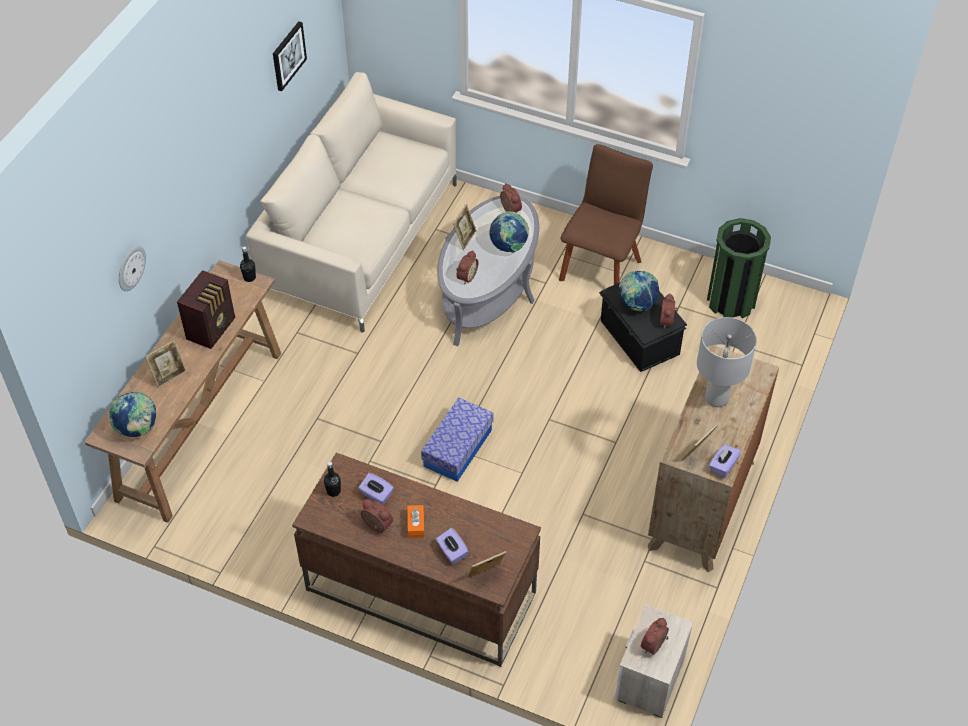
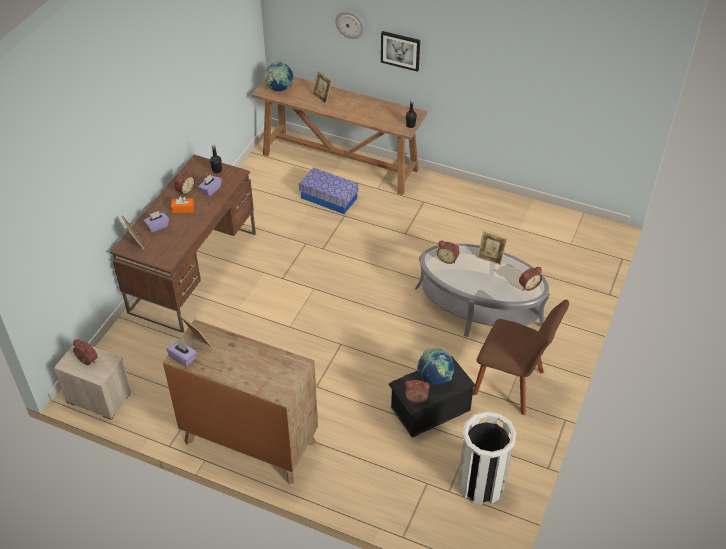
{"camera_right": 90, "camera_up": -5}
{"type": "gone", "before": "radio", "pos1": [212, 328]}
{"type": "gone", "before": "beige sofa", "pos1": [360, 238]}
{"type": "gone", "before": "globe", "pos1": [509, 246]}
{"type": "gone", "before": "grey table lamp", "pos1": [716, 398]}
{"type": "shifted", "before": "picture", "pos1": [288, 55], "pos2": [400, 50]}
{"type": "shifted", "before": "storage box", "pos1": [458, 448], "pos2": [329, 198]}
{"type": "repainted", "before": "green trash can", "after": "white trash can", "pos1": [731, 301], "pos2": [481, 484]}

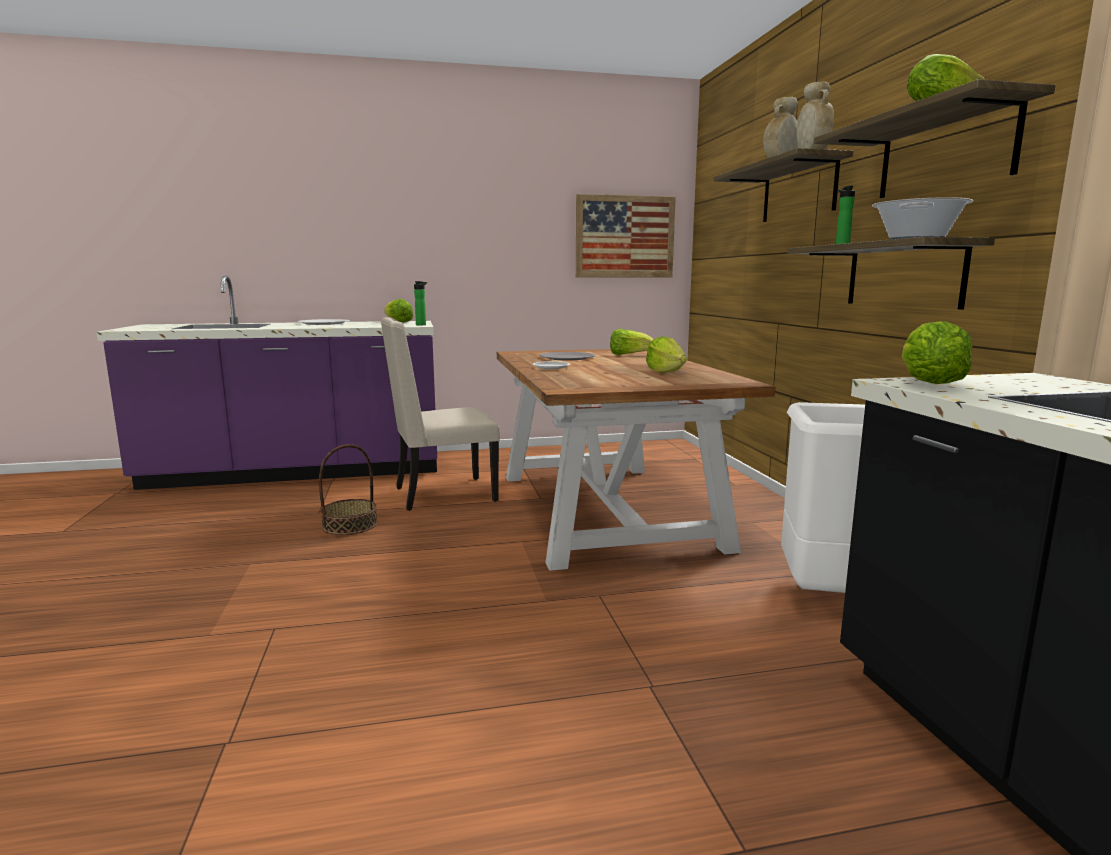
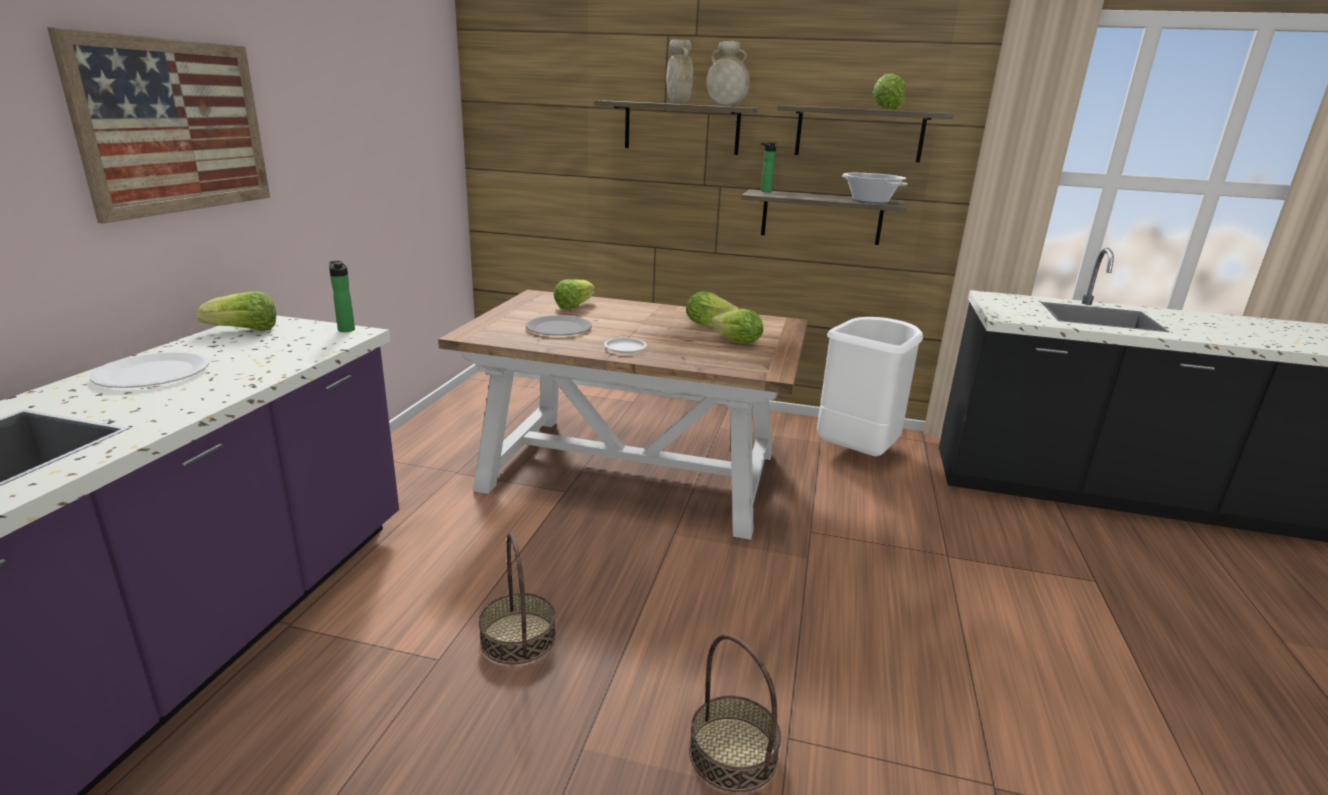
{"camera_right": -65, "camera_up": 10}
{"type": "gone", "before": "beige chair", "pos1": [442, 494]}
{"type": "new", "after": "basket", "pos2": [732, 753]}
{"type": "shifted", "before": "picture", "pos1": [625, 237], "pos2": [174, 126]}
{"type": "shifted", "before": "lettuce", "pos1": [929, 383], "pos2": [737, 342]}

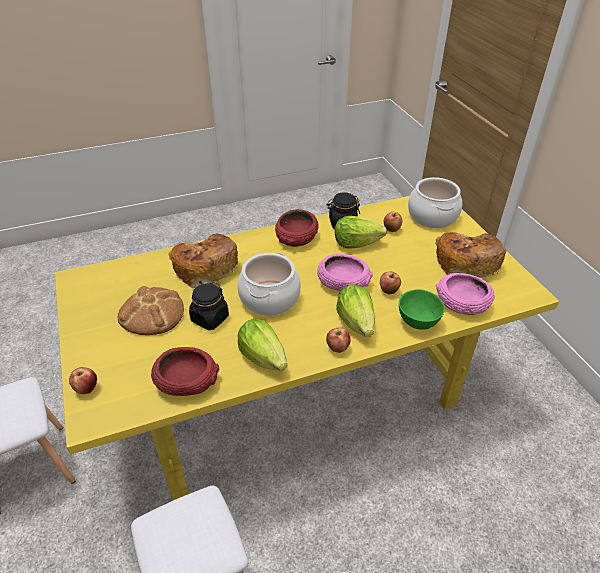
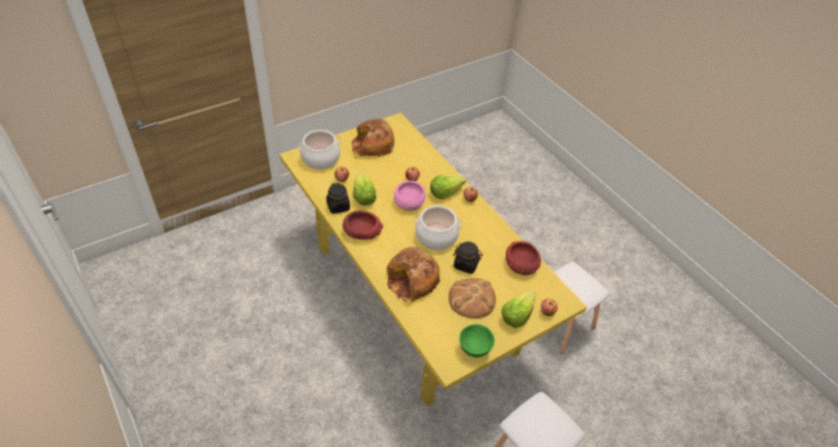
{"camera_right": -105, "camera_up": 5}
{"type": "gone", "before": "pink bowl", "pos1": [462, 303]}
{"type": "shifted", "before": "lettuce", "pos1": [263, 357], "pos2": [516, 316]}
{"type": "shifted", "before": "green bowl", "pos1": [417, 321], "pos2": [474, 349]}

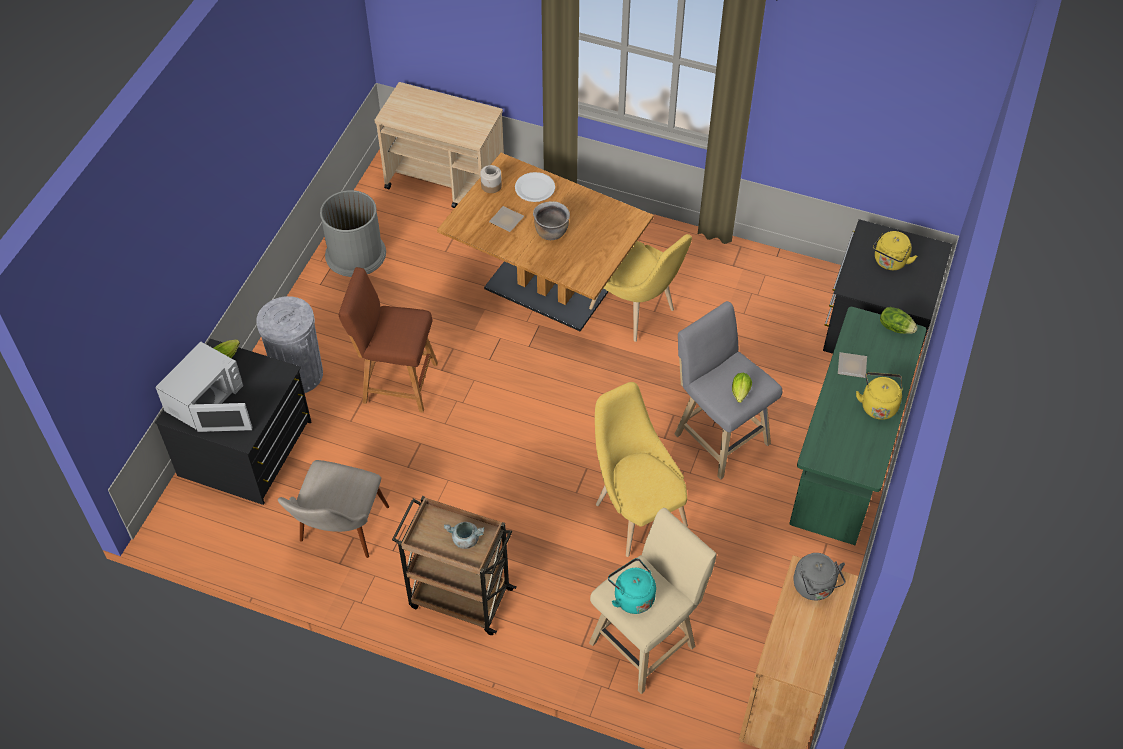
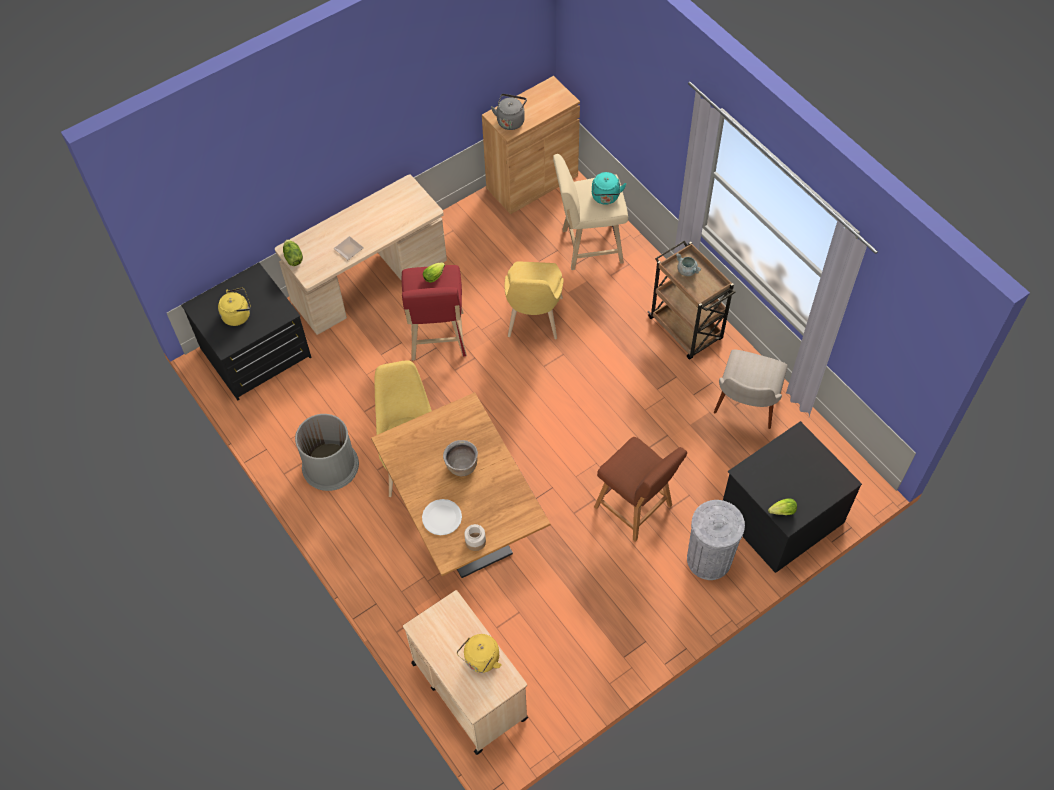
{"camera_right": -145, "camera_up": 5}
{"type": "gone", "before": "white microwave", "pos1": [205, 401]}
{"type": "gone", "before": "plate", "pos1": [506, 221]}
{"type": "shifted", "before": "grey trash can", "pos1": [355, 253], "pos2": [330, 465]}
{"type": "shifted", "before": "yellow kettle", "pos1": [878, 405], "pos2": [481, 660]}
{"type": "repainted", "before": "grey stool", "after": "red stool", "pos1": [718, 435], "pos2": [437, 339]}
{"type": "repainted", "before": "green desk", "after": "beige desk", "pos1": [846, 456], "pos2": [369, 282]}
{"type": "rotated", "before": "beige chair", "pos1": [339, 536], "pos2": [744, 411], "turn": 150}

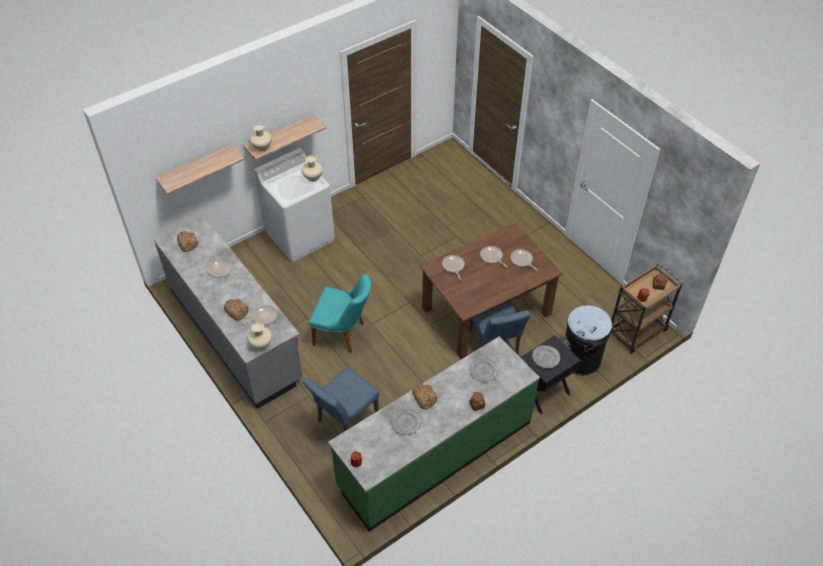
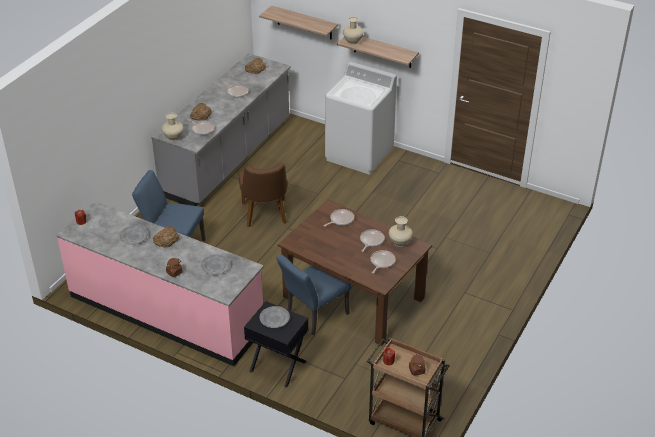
{"camera_right": 65, "camera_up": -10}
{"type": "gone", "before": "black trash can", "pos1": [581, 359]}
{"type": "shifted", "before": "beige vase", "pos1": [313, 178], "pos2": [400, 243]}
{"type": "repainted", "before": "turquoise chair", "after": "brown chair", "pos1": [344, 334], "pos2": [265, 216]}
{"type": "repainted", "before": "green counter", "after": "pink counter", "pos1": [434, 453], "pos2": [166, 311]}

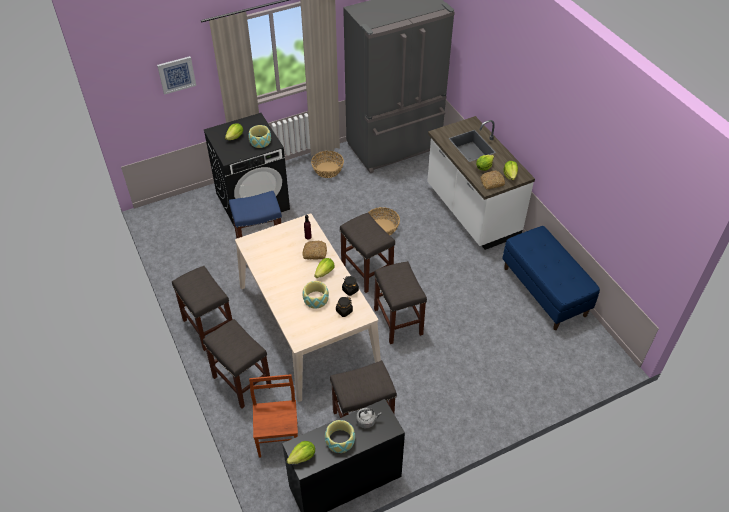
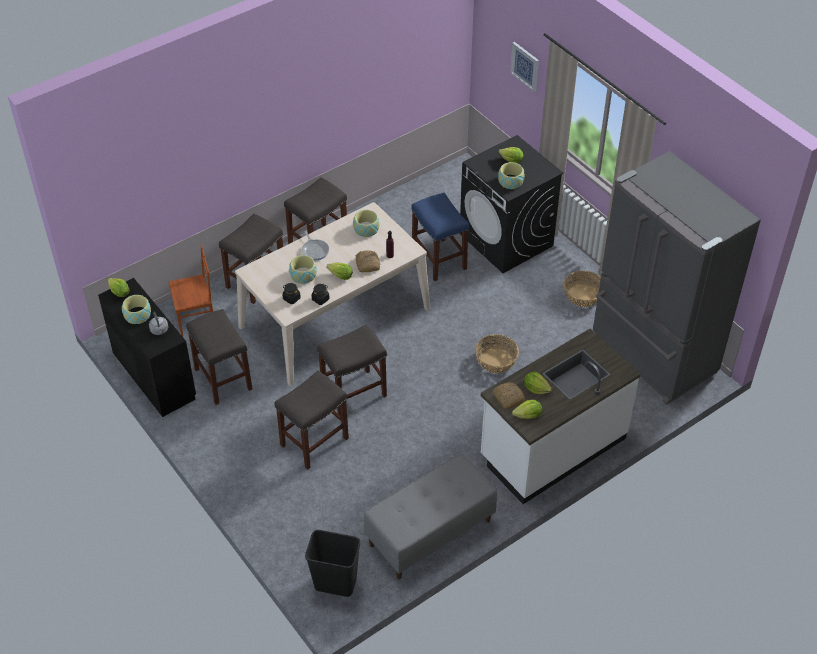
{"camera_right": 80, "camera_up": 0}
{"type": "new", "after": "frying pan", "pos2": [315, 250]}
{"type": "new", "after": "black trash can", "pos2": [335, 584]}
{"type": "new", "after": "bowl", "pos2": [366, 229]}
{"type": "shifted", "before": "grey stool", "pos1": [367, 272], "pos2": [314, 443]}
{"type": "repainted", "before": "blue bench", "after": "grey bench", "pos1": [545, 291], "pos2": [430, 533]}

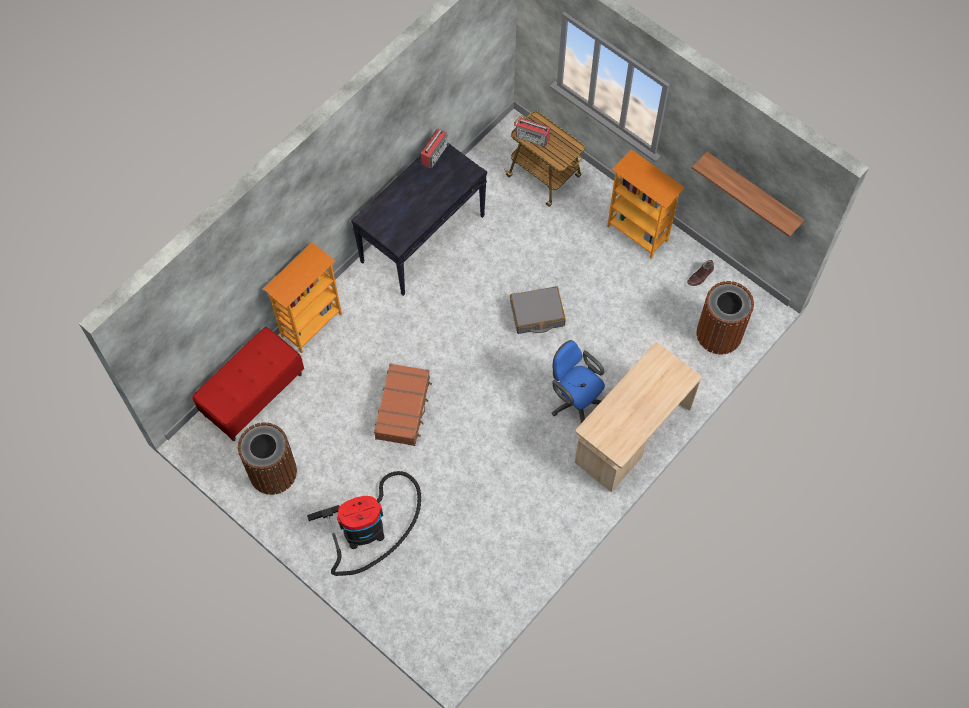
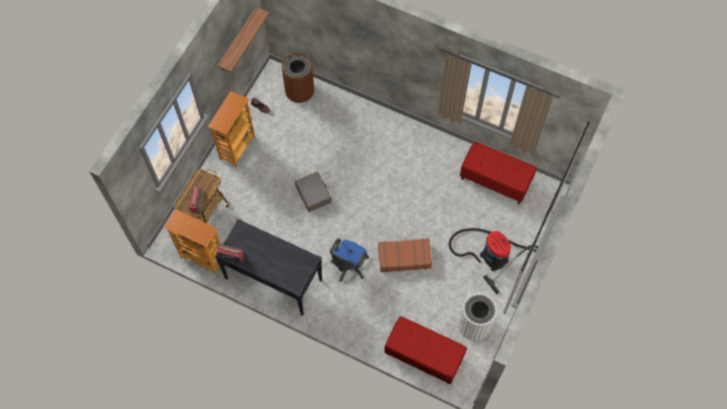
{"camera_right": -105, "camera_up": 0}
{"type": "gone", "before": "beige desk", "pos1": [632, 434]}
{"type": "new", "after": "red bench", "pos2": [495, 180]}
{"type": "shifted", "before": "bookcase", "pos1": [311, 324], "pos2": [202, 258]}
{"type": "shifted", "before": "blue office chair", "pos1": [575, 400], "pos2": [348, 267]}
{"type": "repainted", "before": "brown trash can", "after": "white trash can", "pos1": [272, 472], "pos2": [474, 325]}

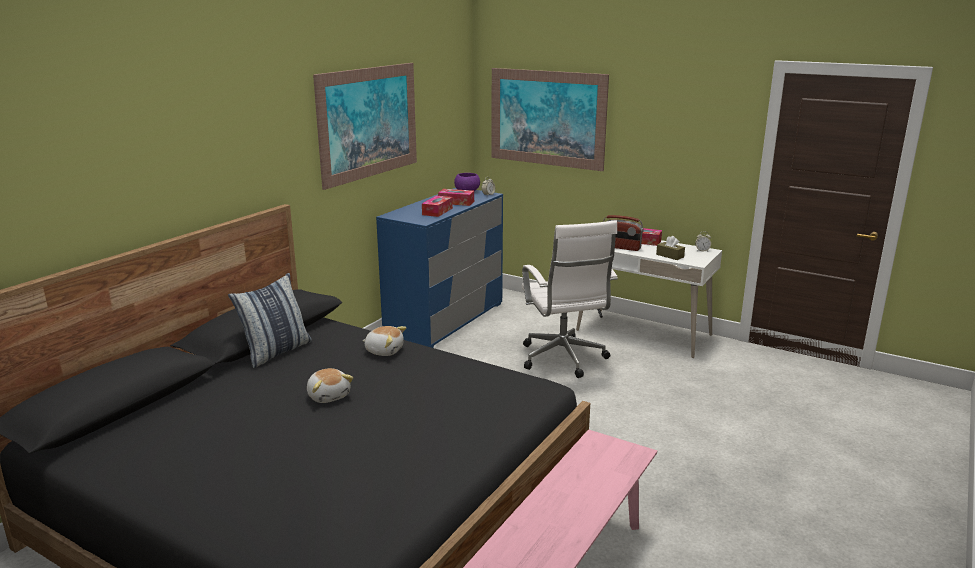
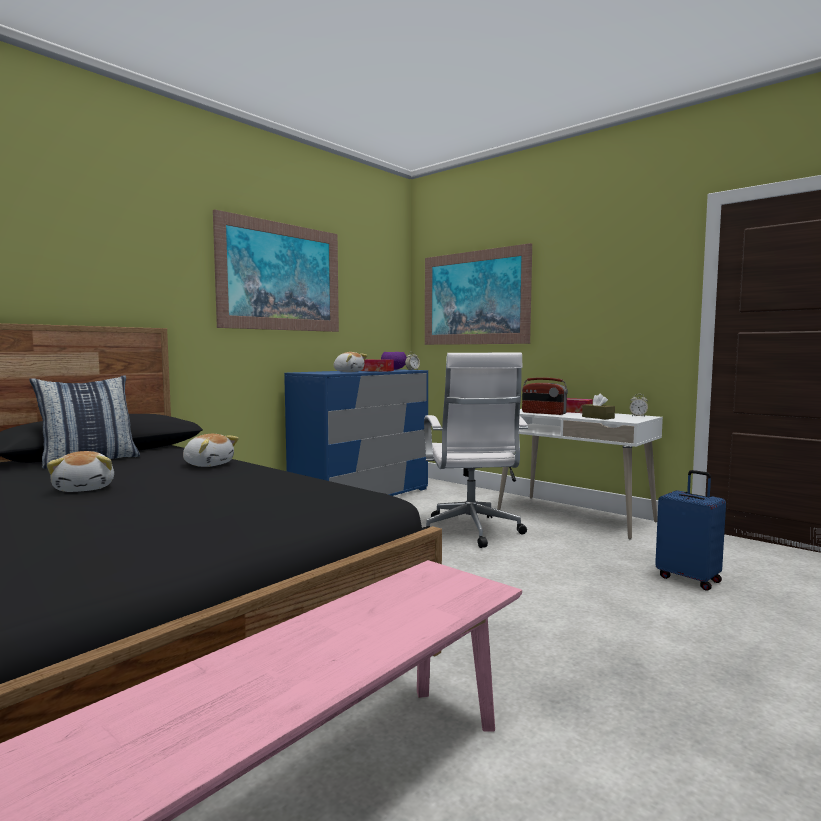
{"camera_right": 10, "camera_up": -15}
{"type": "new", "after": "blue suitcase", "pos2": [689, 579]}
{"type": "swapped", "before": "tissue box", "after": "plush toy", "pos1": [437, 211], "pos2": [349, 372]}

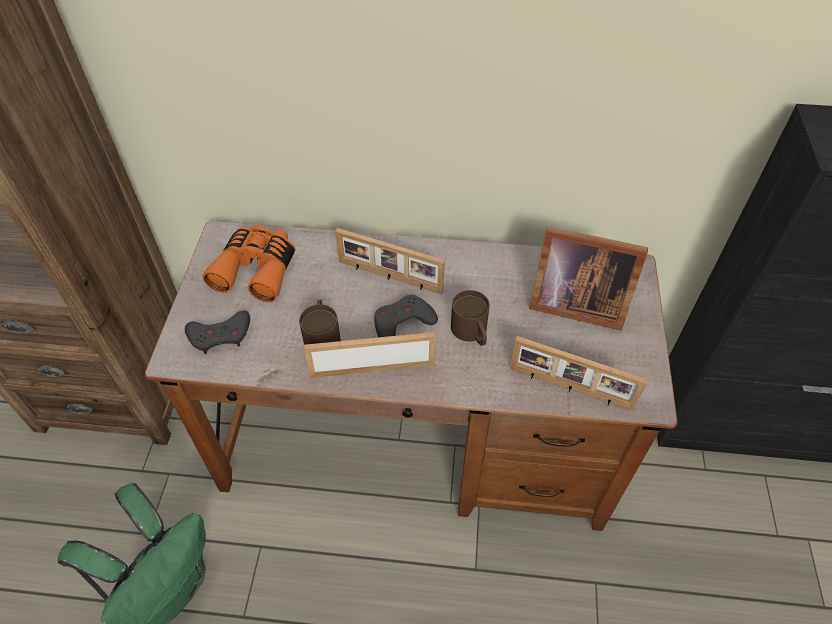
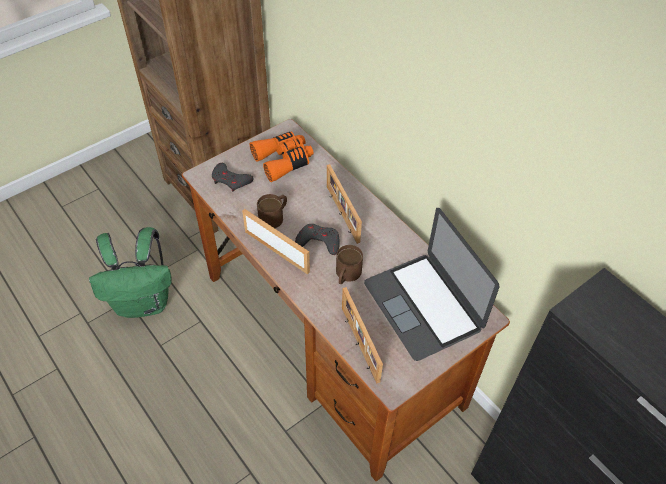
{"camera_right": 45, "camera_up": 0}
{"type": "swapped", "before": "picture frame", "after": "laptop", "pos1": [574, 302], "pos2": [423, 305]}

